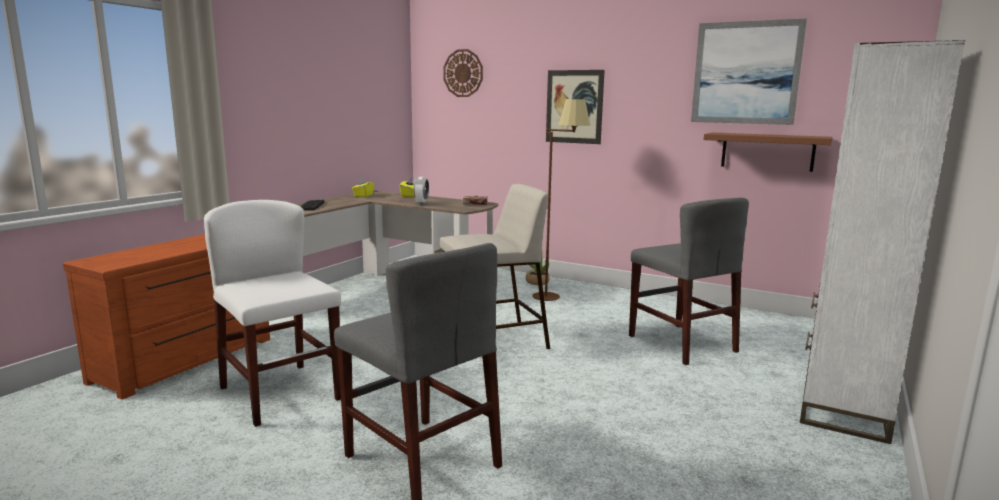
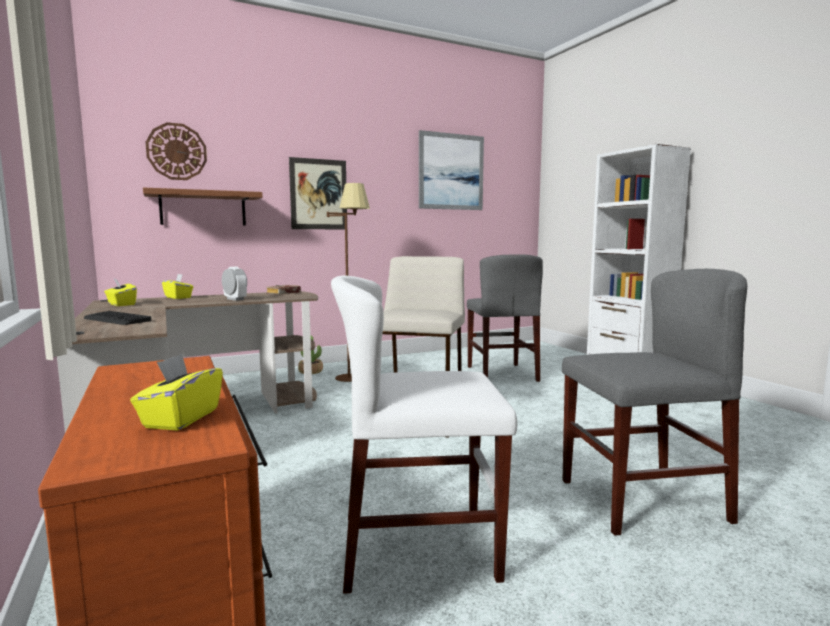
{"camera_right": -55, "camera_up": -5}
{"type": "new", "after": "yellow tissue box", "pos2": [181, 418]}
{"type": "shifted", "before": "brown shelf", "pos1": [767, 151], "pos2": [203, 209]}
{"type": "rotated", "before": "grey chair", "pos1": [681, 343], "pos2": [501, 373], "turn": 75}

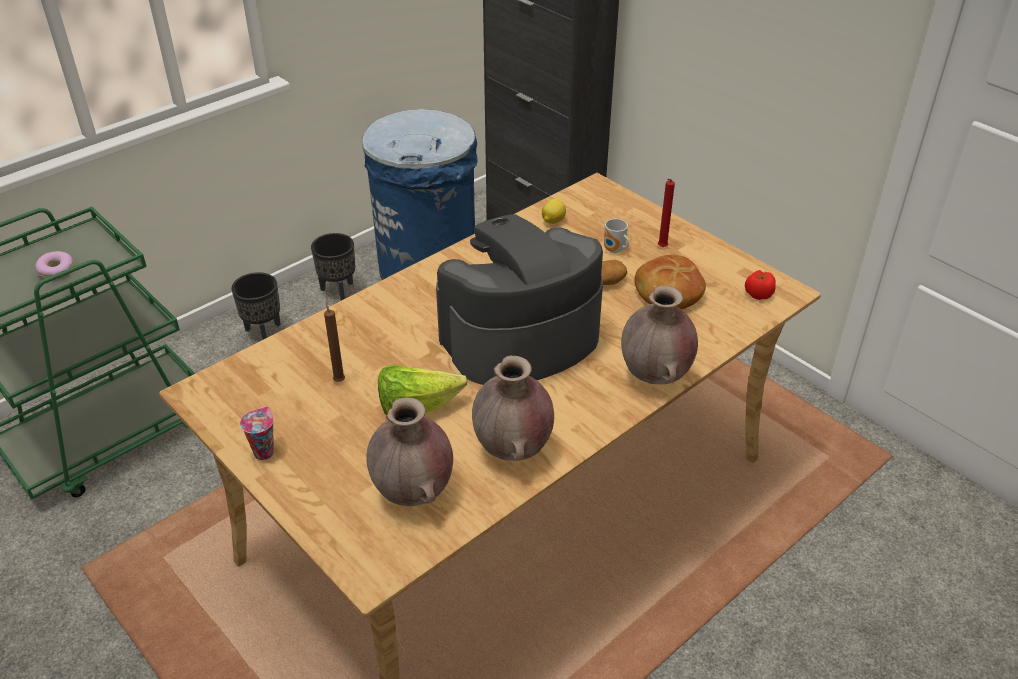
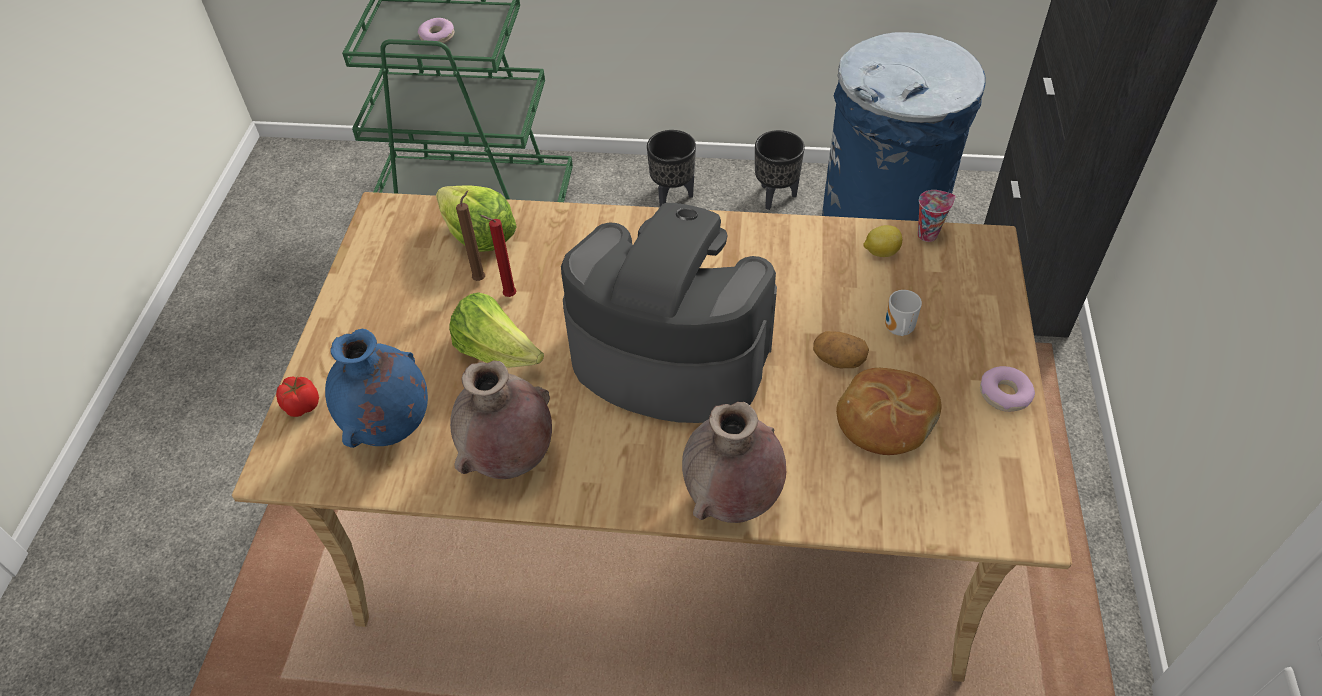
{"camera_right": 50, "camera_up": 10}
{"type": "new", "after": "lettuce", "pos2": [479, 235]}
{"type": "new", "after": "donut", "pos2": [1004, 394]}
{"type": "shifted", "before": "cup", "pos1": [264, 451], "pos2": [928, 234]}
{"type": "shifted", "before": "red candle", "pos1": [661, 248], "pos2": [508, 296]}
{"type": "shifted", "before": "tomato", "pos1": [758, 294], "pos2": [302, 405]}
{"type": "repainted", "before": "brown vase", "after": "blue vase", "pos1": [413, 493], "pos2": [390, 428]}

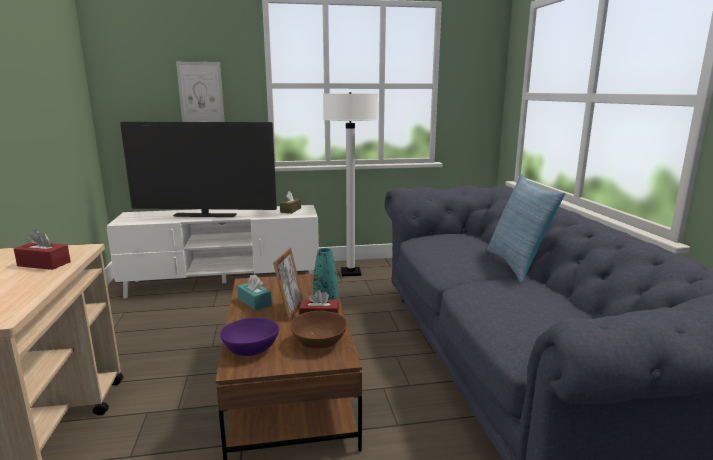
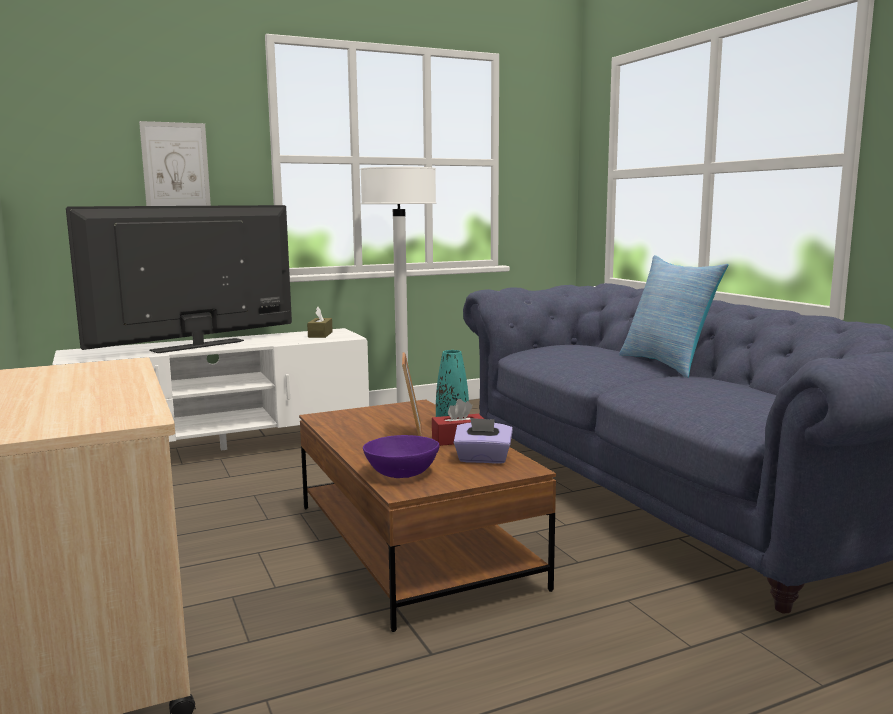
{"camera_right": -15, "camera_up": -5}
{"type": "gone", "before": "red tissue box", "pos1": [44, 264]}
{"type": "gone", "before": "turquoise tissue box", "pos1": [254, 302]}
{"type": "swapped", "before": "brown bowl", "after": "purple tissue box", "pos1": [319, 342], "pos2": [483, 459]}
{"type": "rotated", "before": "television", "pos1": [205, 215], "pos2": [198, 346], "turn": 150}

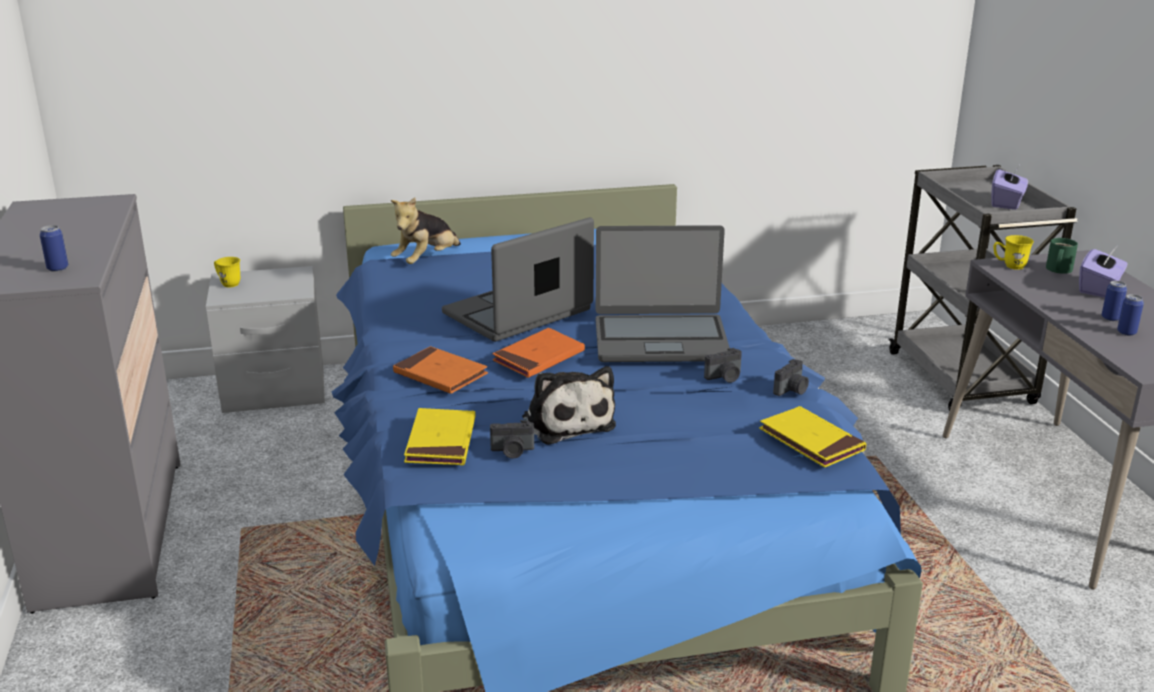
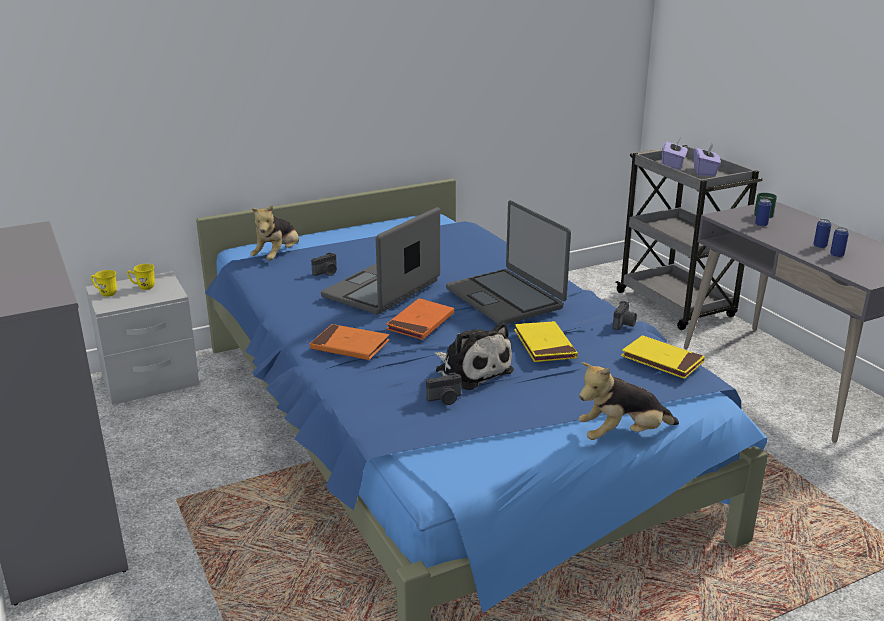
{"camera_right": -15, "camera_up": 0}
{"type": "new", "after": "plush toy", "pos2": [622, 435]}
{"type": "shifted", "before": "can", "pos1": [57, 268], "pos2": [761, 225]}
{"type": "shifted", "before": "yellow book", "pos1": [441, 441], "pos2": [544, 345]}
{"type": "shifted", "before": "photo camera", "pos1": [725, 377], "pos2": [326, 273]}
{"type": "shifted", "before": "yellow mug", "pos1": [1009, 265], "pos2": [143, 287]}
{"type": "shifted", "before": "purple tissue box", "pos1": [1099, 289], "pos2": [673, 165]}
{"type": "rotated", "before": "laptop", "pos1": [660, 340], "pos2": [505, 298], "turn": 75}

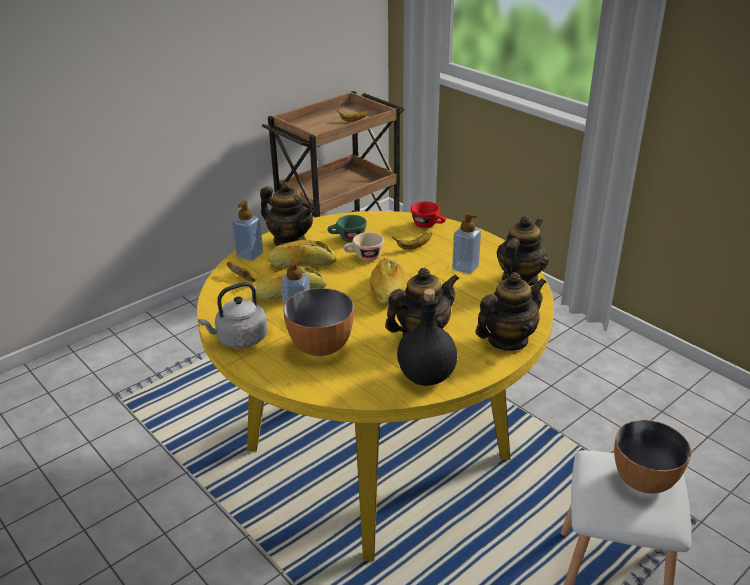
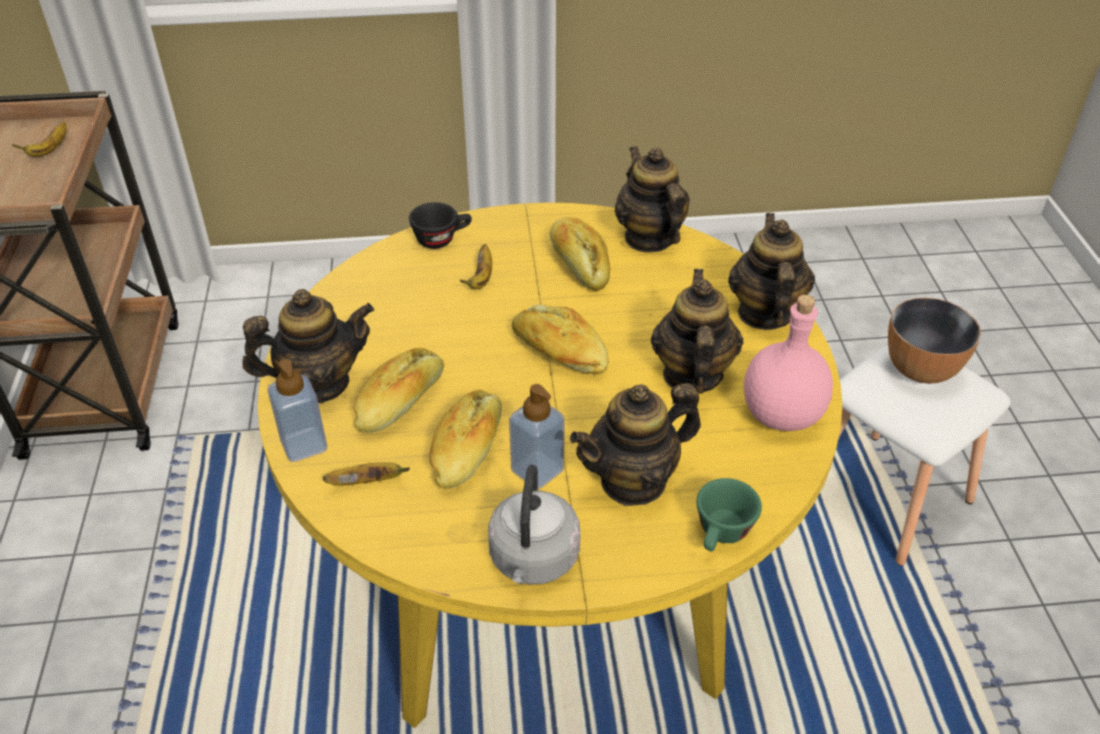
{"camera_right": -55, "camera_up": 10}
{"type": "gone", "before": "beige cup", "pos1": [364, 257]}
{"type": "shifted", "before": "green cup", "pos1": [347, 239], "pos2": [722, 535]}
{"type": "swapped", "before": "bowl", "after": "teapot", "pos1": [321, 347], "pos2": [633, 481]}
{"type": "swapped", "before": "soap dispenser", "after": "bread", "pos1": [465, 268], "pos2": [579, 263]}
{"type": "repainted", "before": "black bottle", "after": "pink bottle", "pos1": [427, 376], "pos2": [782, 414]}
{"type": "repainted", "before": "red cup", "after": "black cup", "pos1": [428, 225], "pos2": [442, 239]}

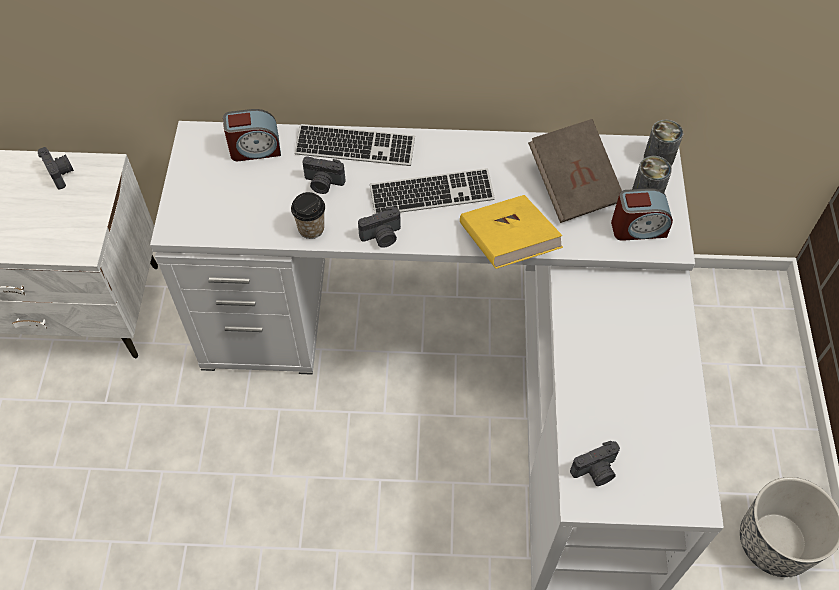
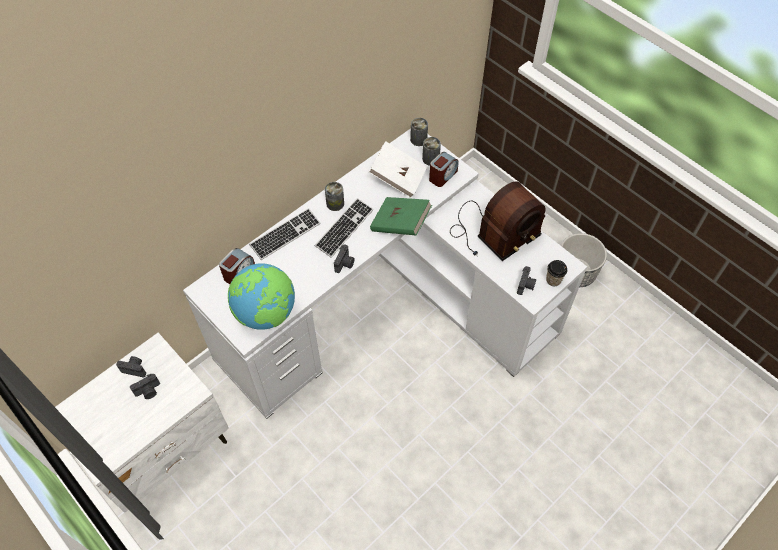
{"camera_right": -45, "camera_up": 0}
{"type": "new", "after": "globe", "pos2": [266, 313]}
{"type": "new", "after": "can", "pos2": [335, 203]}
{"type": "new", "after": "radio", "pos2": [493, 232]}
{"type": "shifted", "before": "cup", "pos1": [311, 229], "pos2": [553, 280]}
{"type": "shifted", "before": "photo camera", "pos1": [323, 184], "pos2": [148, 391]}
{"type": "repainted", "before": "yellow book", "after": "green book", "pos1": [507, 245], "pos2": [400, 224]}
{"type": "repainted", "before": "brown book", "after": "white book", "pos1": [573, 185], "pos2": [398, 177]}

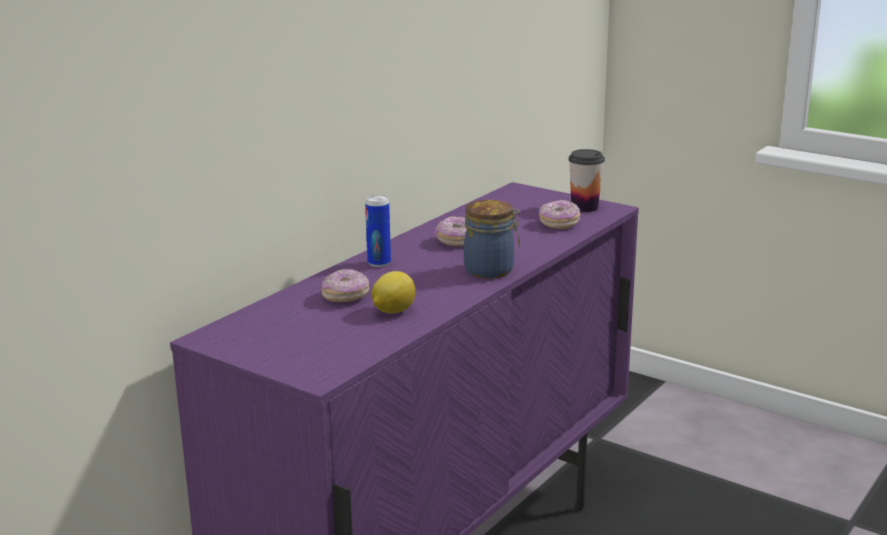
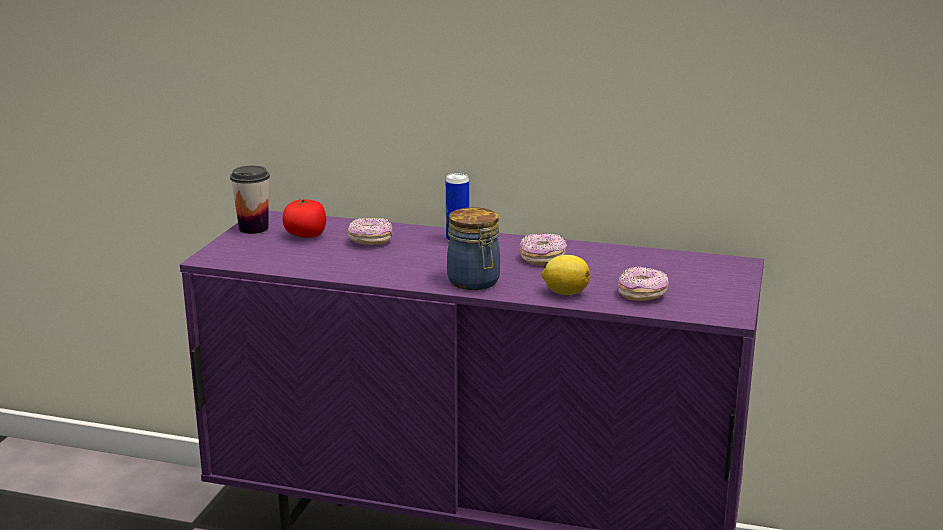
{"camera_right": 70, "camera_up": 0}
{"type": "new", "after": "tomato", "pos2": [306, 235]}
{"type": "shifted", "before": "lemon", "pos1": [393, 311], "pos2": [564, 293]}
{"type": "shifted", "before": "cup", "pos1": [584, 207], "pos2": [253, 228]}

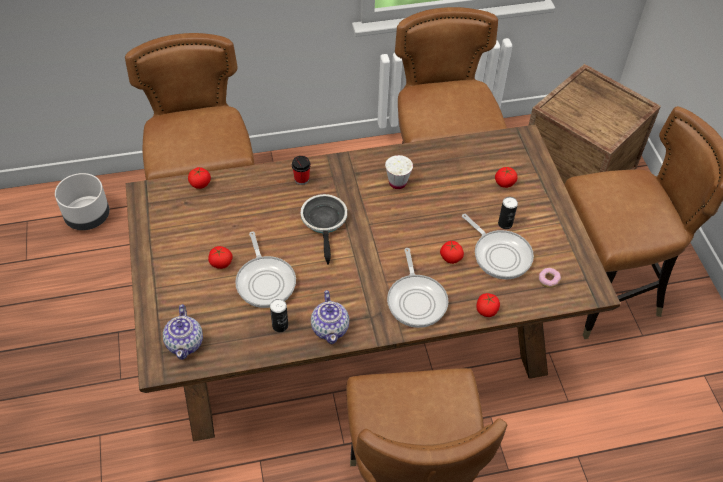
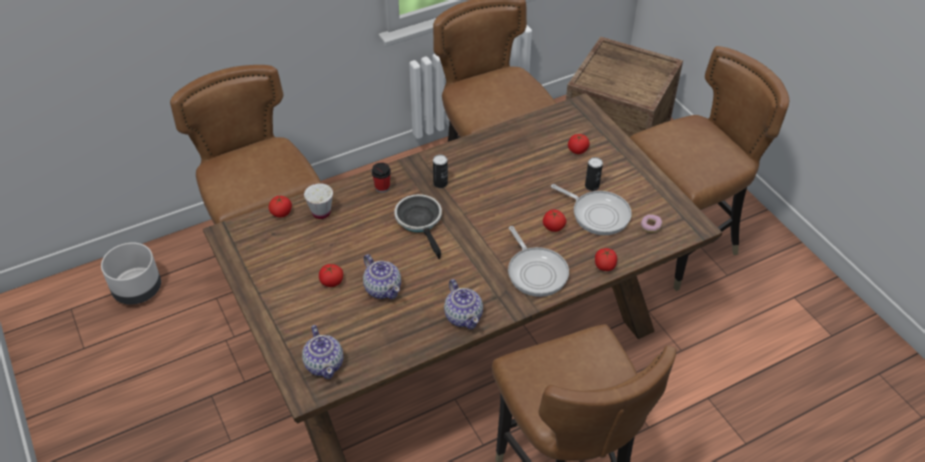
{"camera_right": -15, "camera_up": -5}
{"type": "shifted", "before": "can", "pos1": [280, 325], "pos2": [440, 183]}
{"type": "shifted", "before": "white cup", "pos1": [397, 183], "pos2": [321, 213]}
{"type": "swapped", "before": "frying pan", "after": "teapot", "pos1": [265, 281], "pos2": [383, 288]}

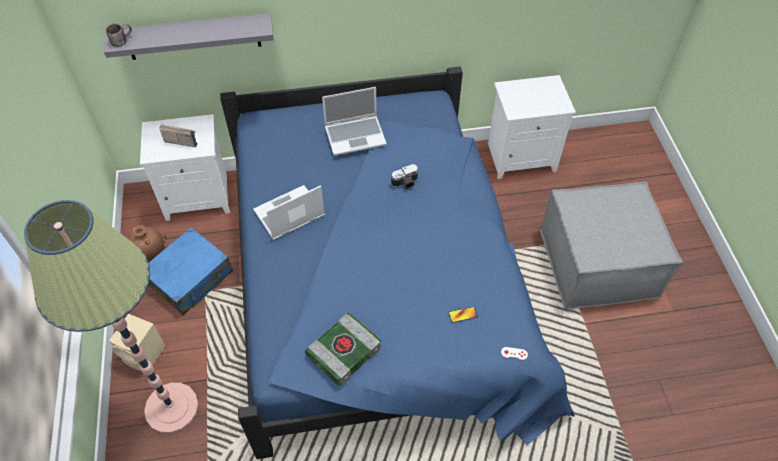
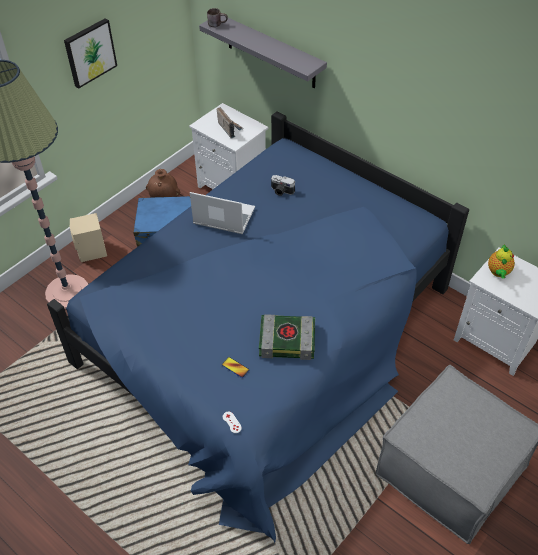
{"camera_right": 50, "camera_up": -5}
{"type": "gone", "before": "laptop", "pos1": [356, 136]}
{"type": "new", "after": "picture", "pos2": [89, 52]}
{"type": "new", "after": "teapot", "pos2": [498, 272]}
{"type": "shifted", "before": "book", "pos1": [344, 351], "pos2": [288, 340]}
{"type": "shifted", "before": "photo camera", "pos1": [406, 183], "pos2": [281, 191]}

